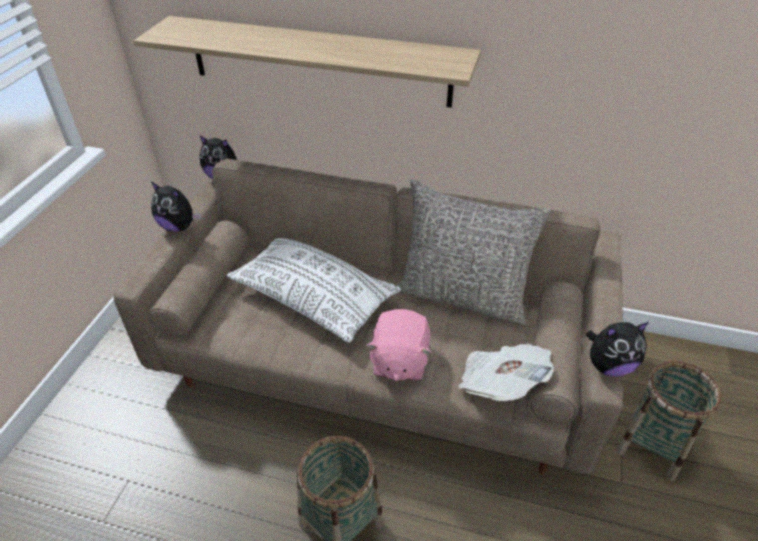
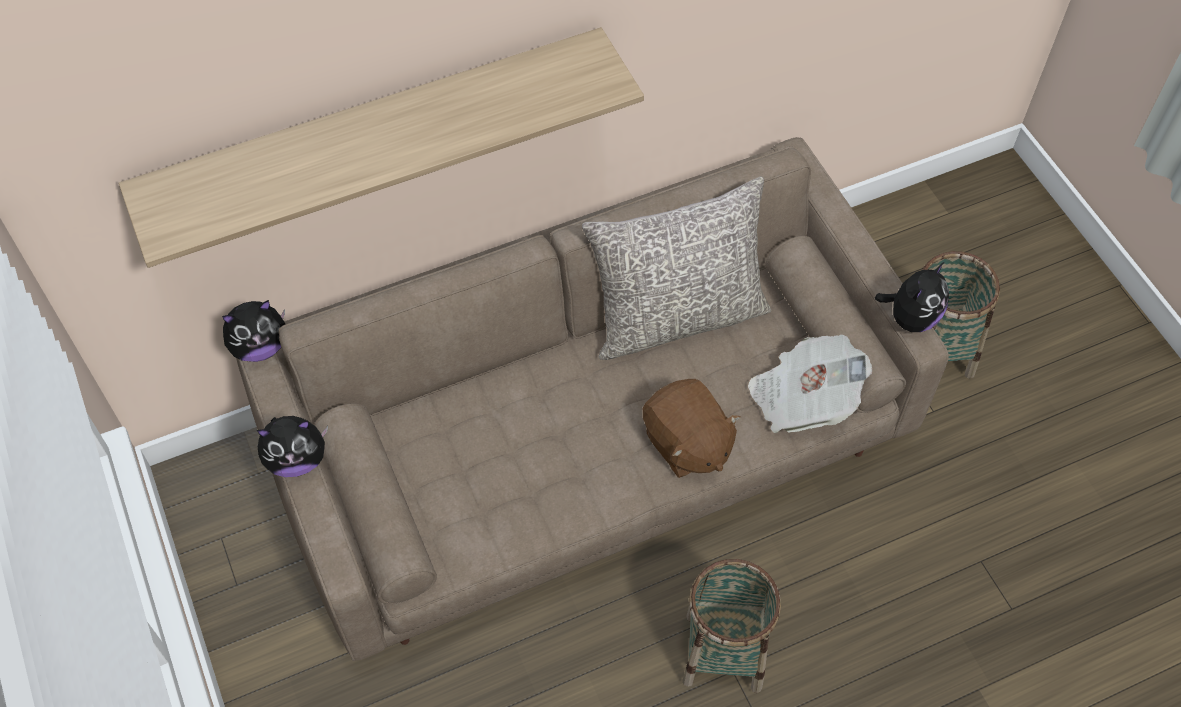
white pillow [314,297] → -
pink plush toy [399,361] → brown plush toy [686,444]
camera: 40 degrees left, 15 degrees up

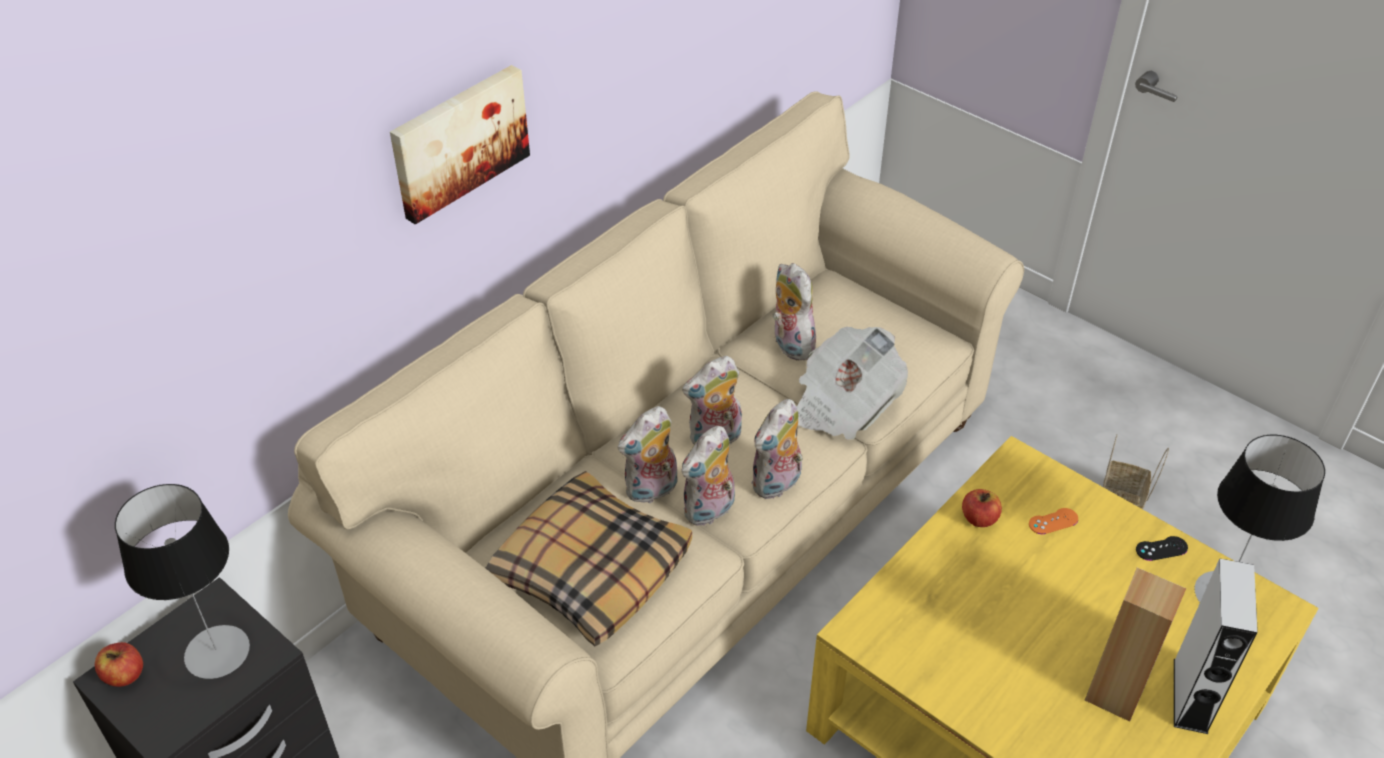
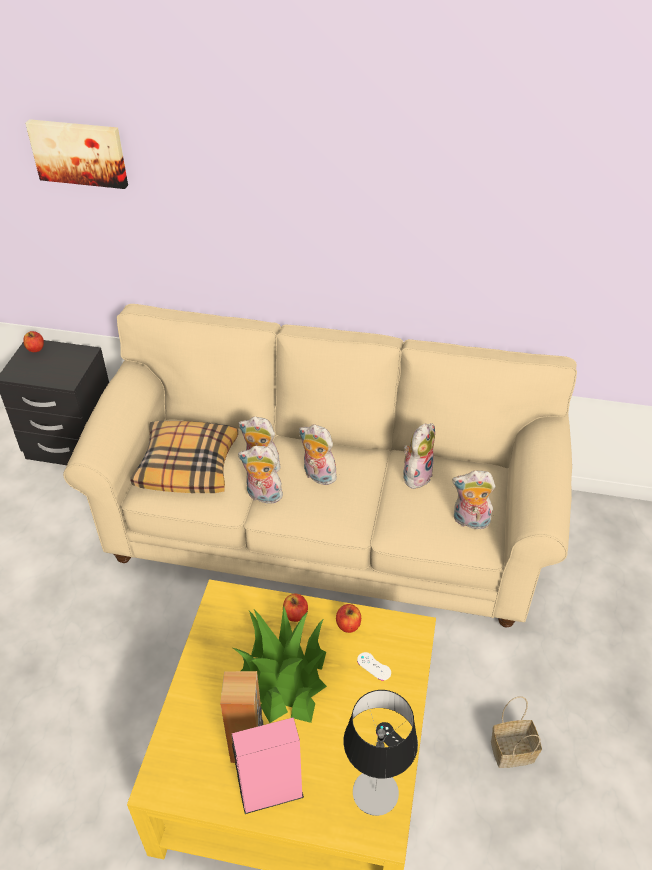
table lamp [217,652] → -
picture [458,141] → picture [79,152], move
plush toy [777,484] → plush toy [470,521], move
newspaper [843,404] → -
orange game controller [1053,521] → white game controller [374,666]
grey speaker [1190,695] → pink speaker [271,794]
- → potted plant [281,679]
- → apple [295,614]
camera: 60 degrees right, 0 degrees up

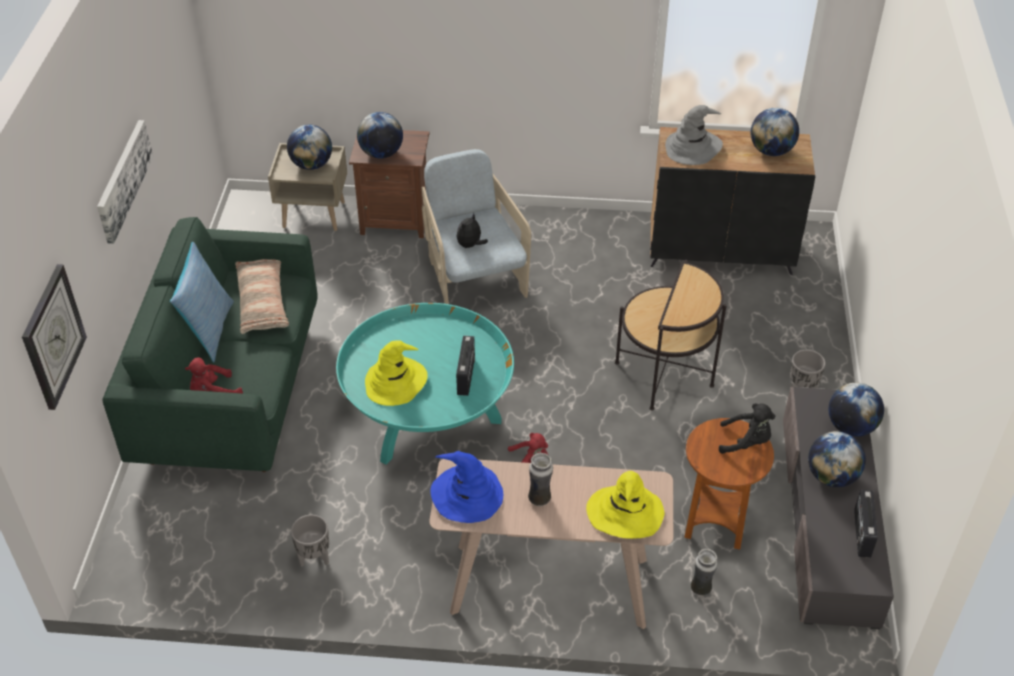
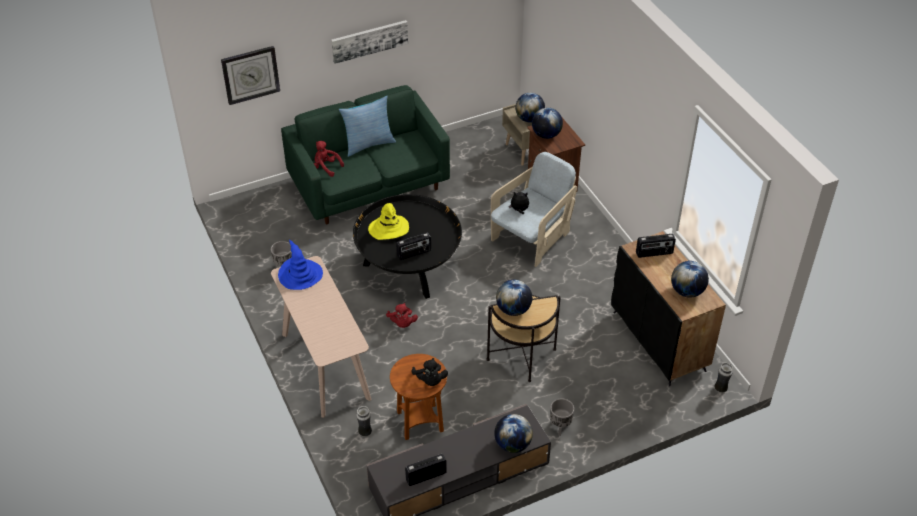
pillow [263,302] → -
turquoise coffee table [428,416] → black coffee table [409,267]
vase [540,499] → vase [720,389], move
yellow hat [625,513] → -
grey hat [692,148] → radio [654,253]
globe [831,476] → globe [513,310], move
camera: 60 degrees right, 0 degrees up

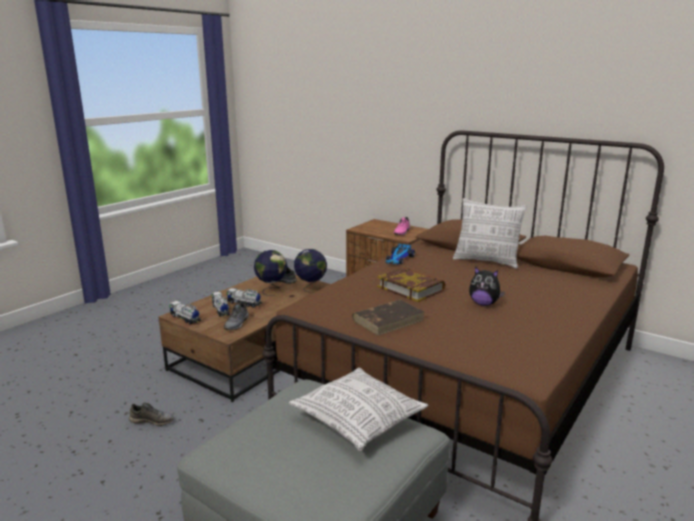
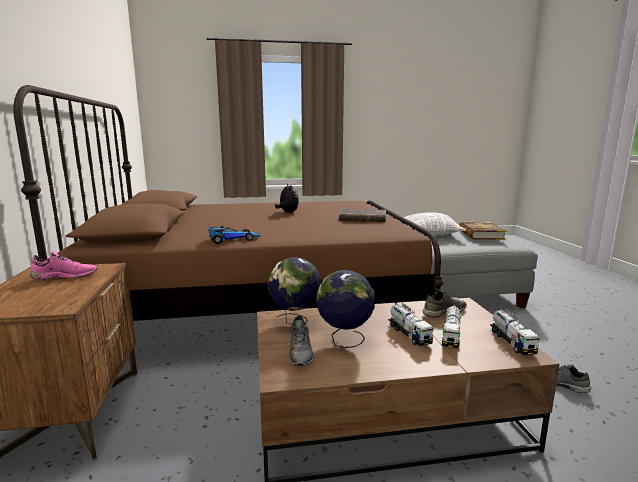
book [411,288] → book [480,234], move
pillow [486,261] → -
camera: 135 degrees left, 5 degrees down

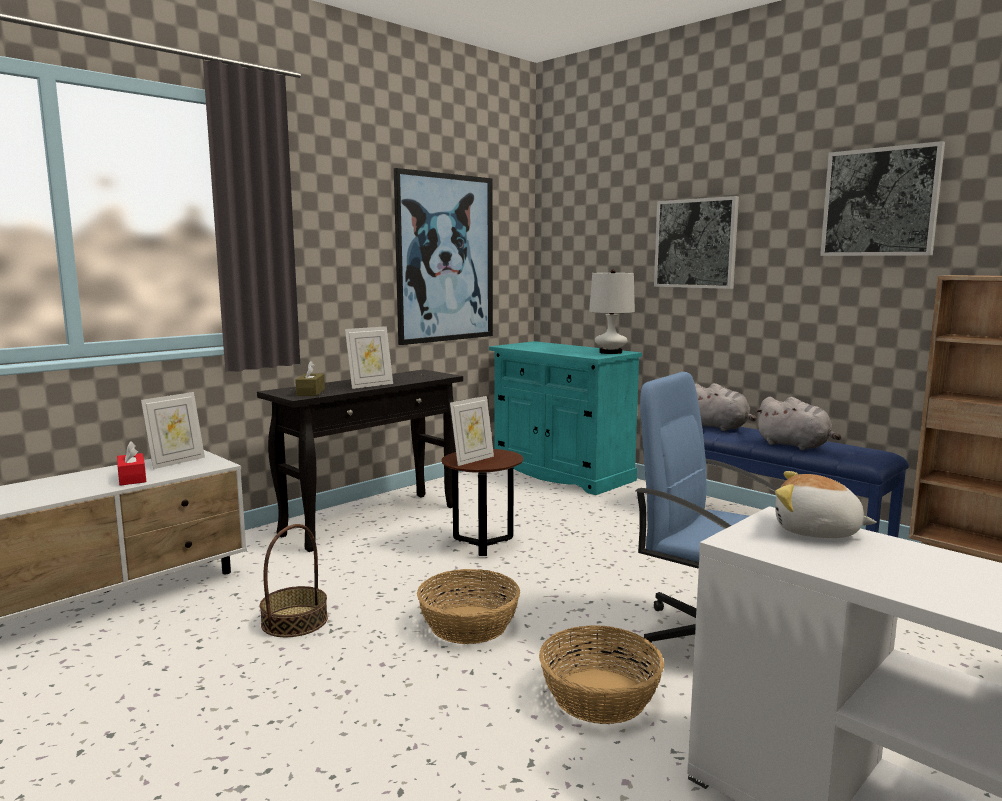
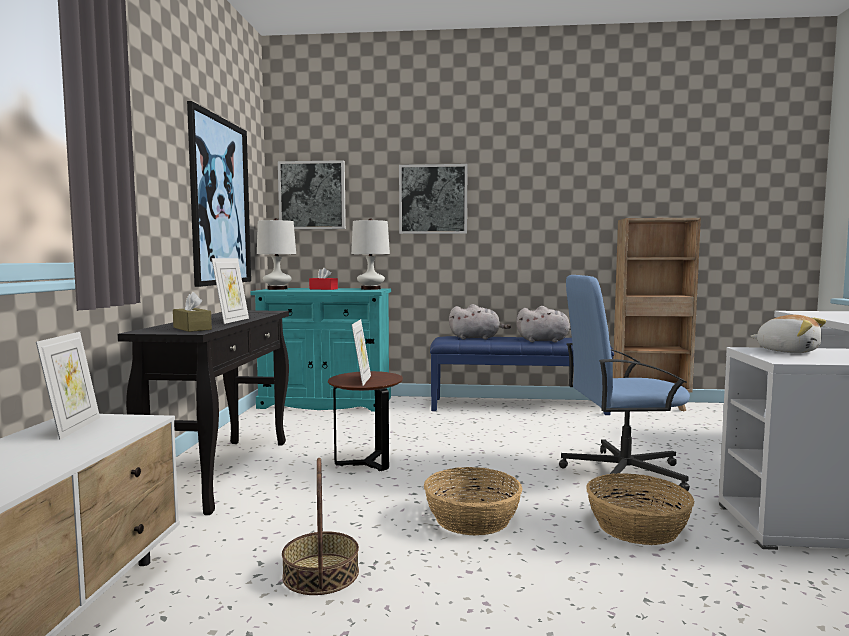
red tissue box [132,478] → red tissue box [323,289], move
plush toy [816,532] → plush toy [787,351], 120 degrees counterclockwise
picture [880,202] → picture [312,195], move
- → white table lamp [277,289]
camera: 40 degrees left, 5 degrees down

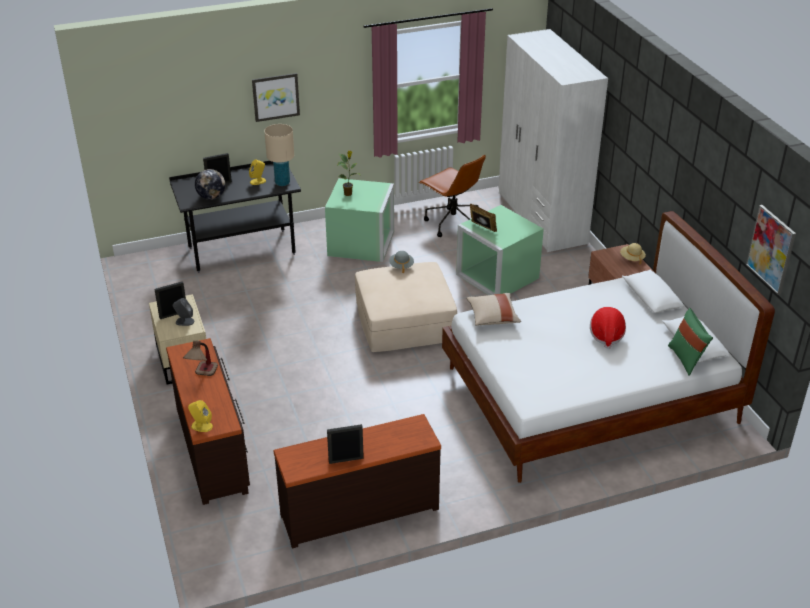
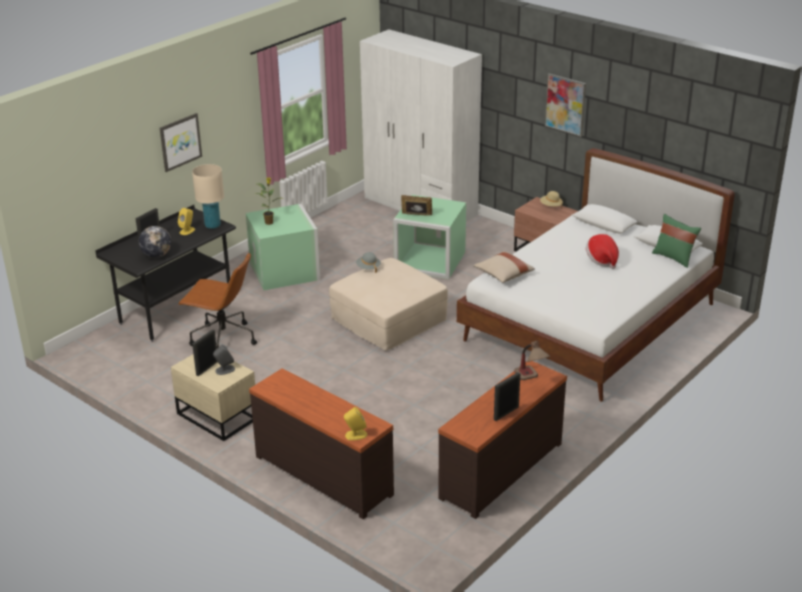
table lamp [203,377] → table lamp [531,380], move
brown office chair [452,223] → brown office chair [222,339], move
picture [771,249] → picture [565,104], move
camera: 30 degrees left, 5 degrees down

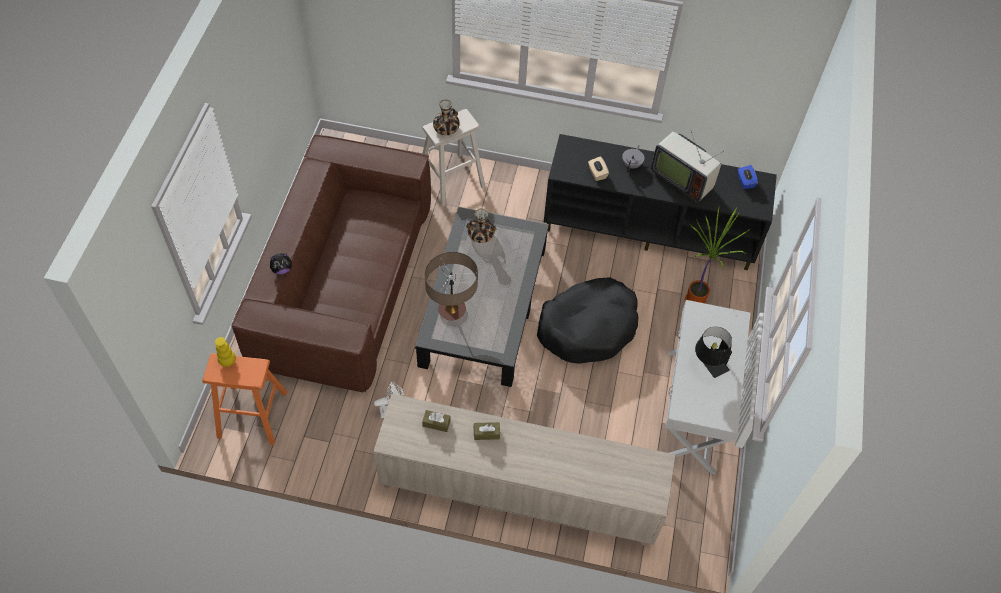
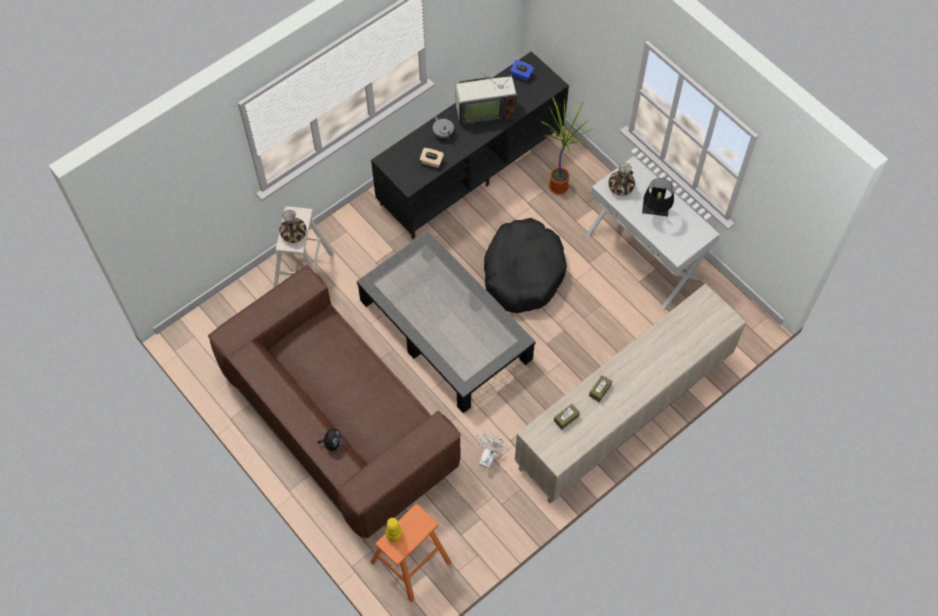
table lamp [452,310] → -
vase [481,235] → vase [621,187], move
camera: 50 degrees left, 5 degrees up

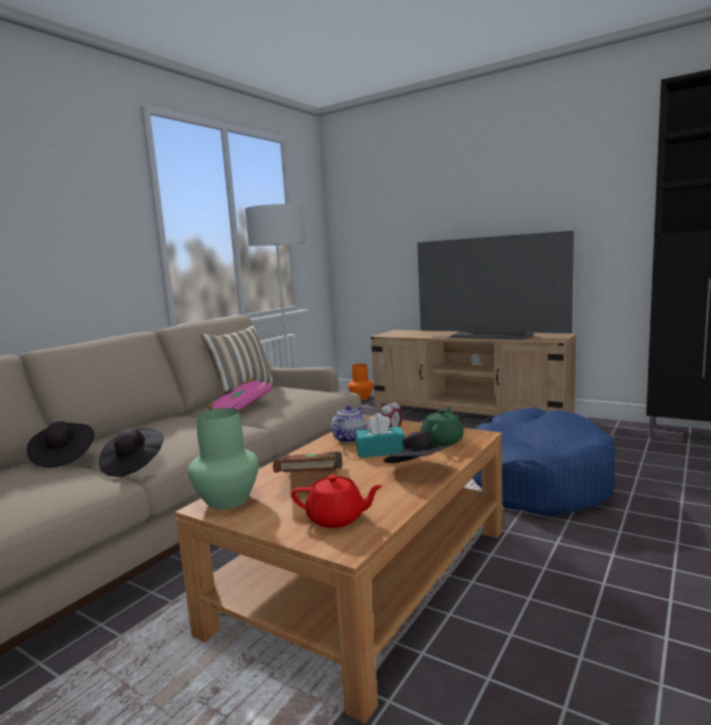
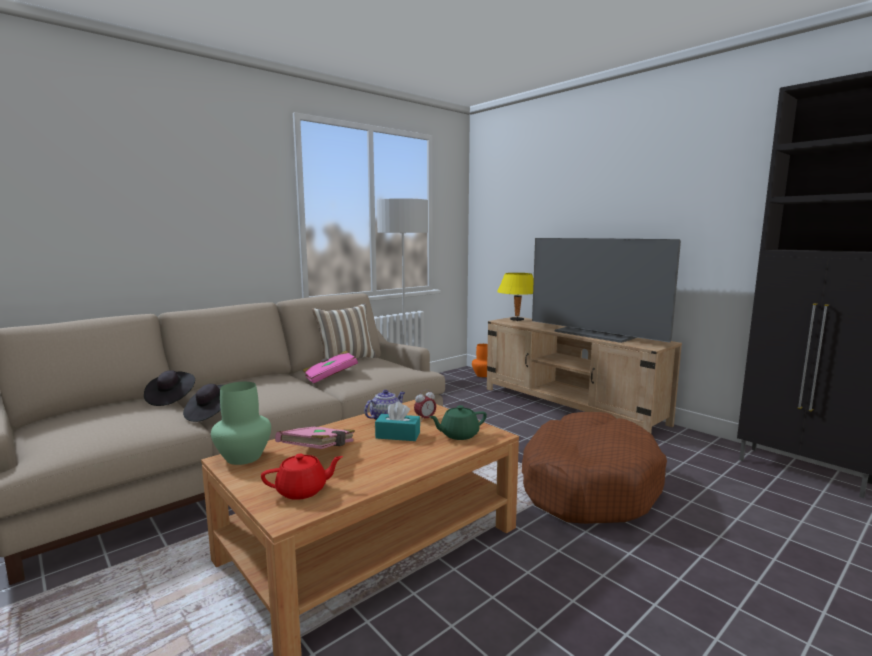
brown book [312,480] → pink book [319,452]
red teapot [337,519] → red teapot [303,491], 45 degrees counterclockwise
black hat [419,471] → -
green teapot [442,441] → green teapot [458,435], 150 degrees counterclockwise
blue dog bed [538,479] → brown dog bed [587,484]
- → yellow table lamp [517,320]
camera: 15 degrees right, 0 degrees up

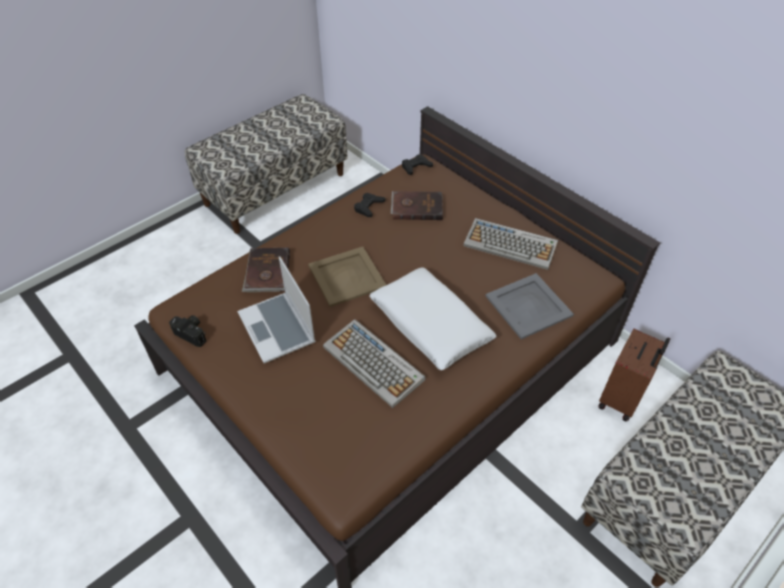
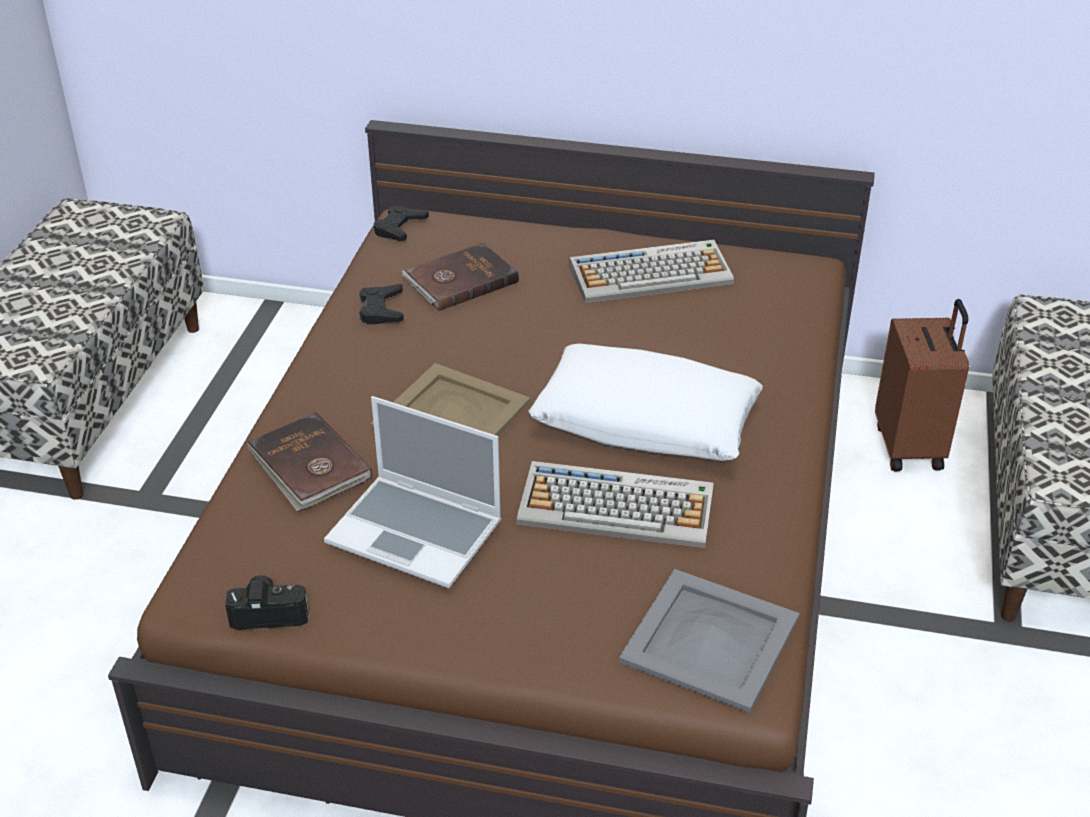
grey tray [527,305] → grey tray [708,640], move
camera: 35 degrees left, 10 degrees down

